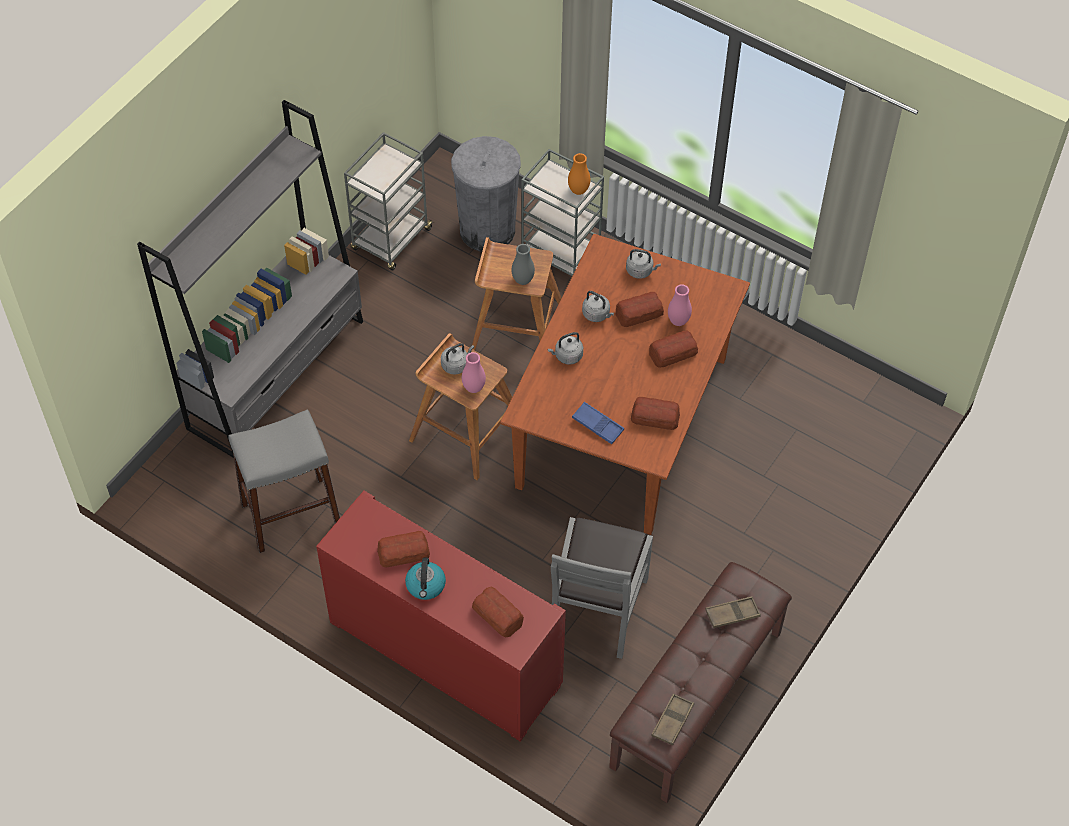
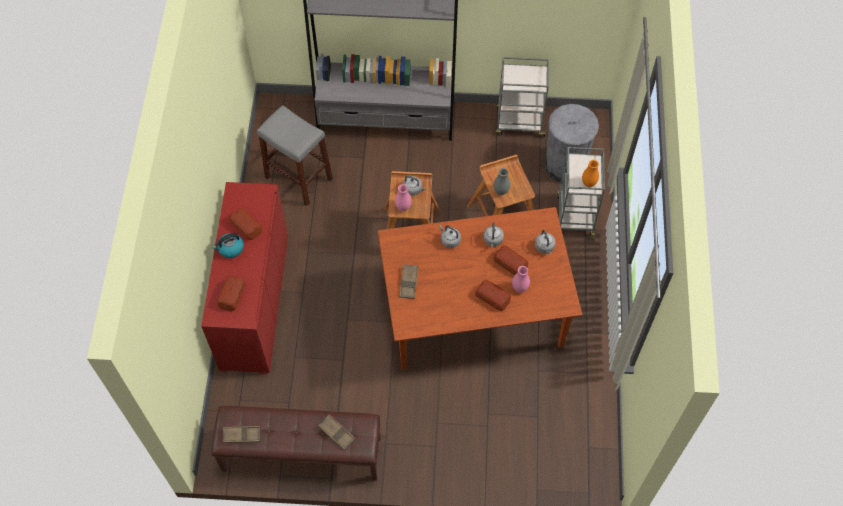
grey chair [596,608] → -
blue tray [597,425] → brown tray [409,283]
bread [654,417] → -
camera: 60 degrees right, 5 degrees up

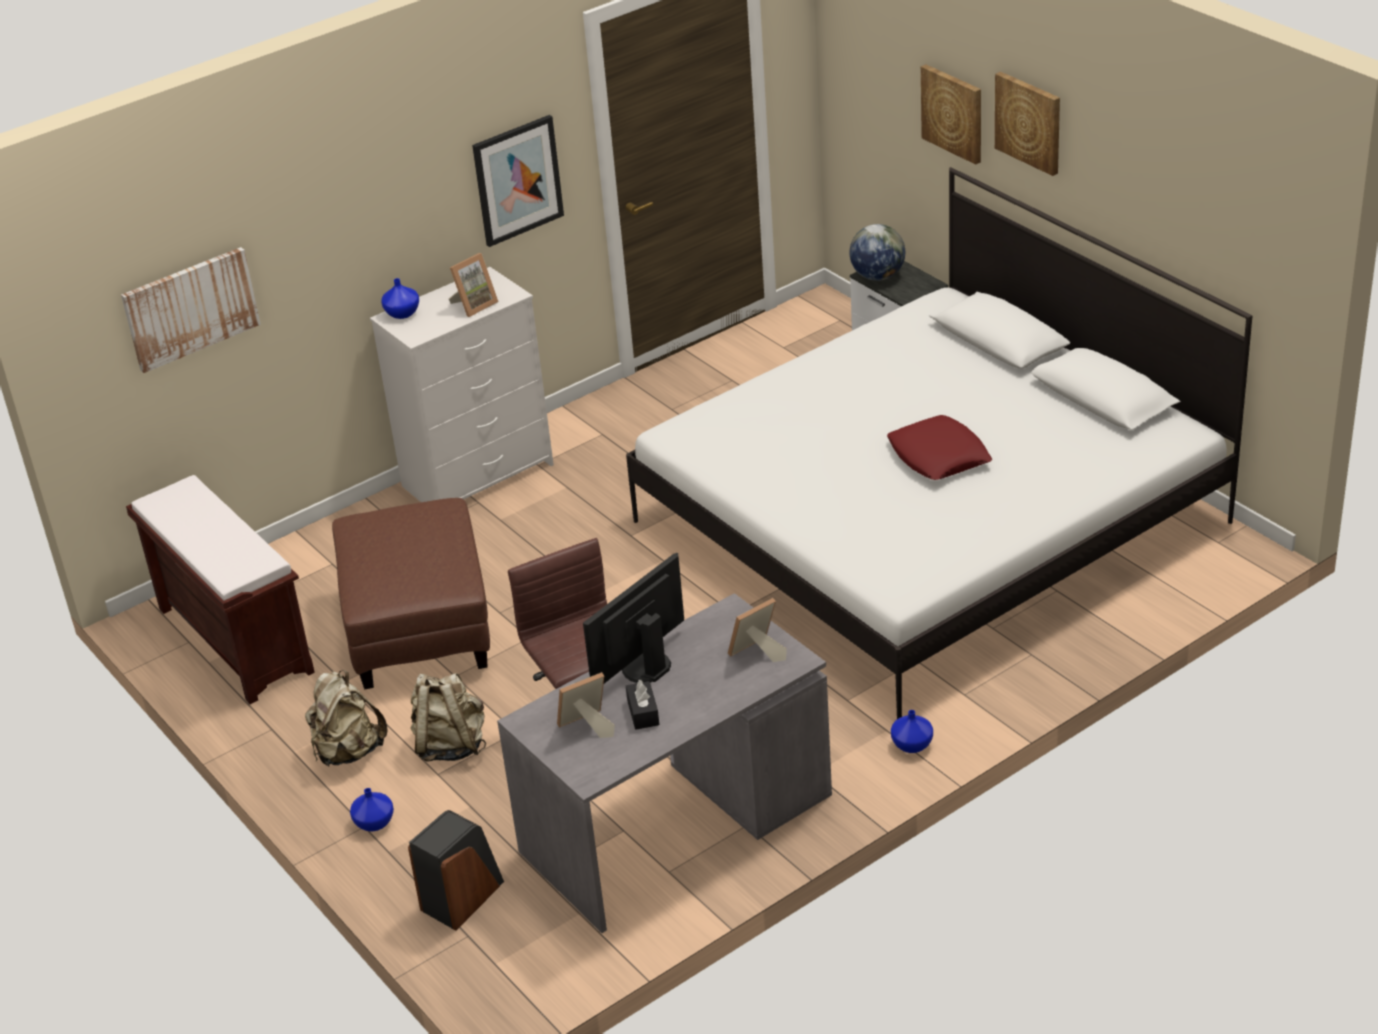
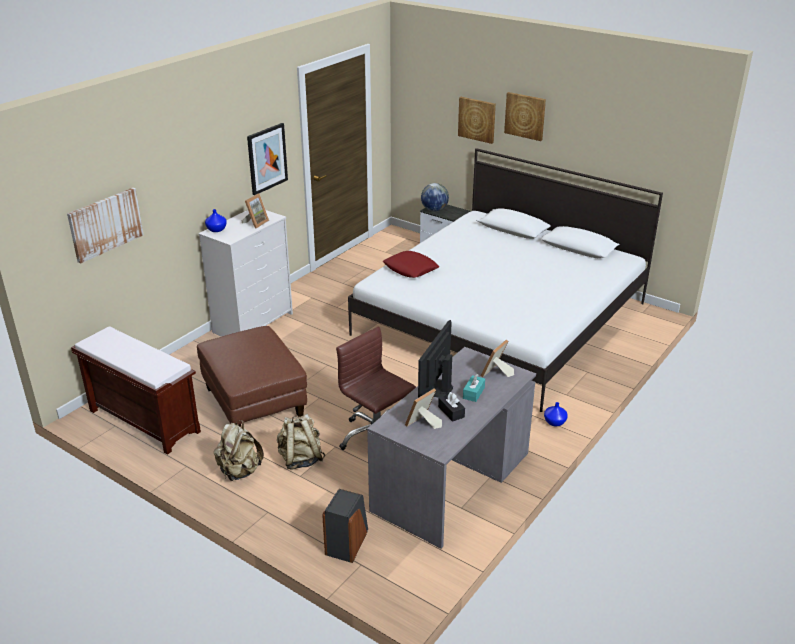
blue vase [373,822] → -
red pillow [939,456] → red pillow [410,269], move
- → turquoise tissue box [473,393]
camera: 20 degrees left, 5 degrees down

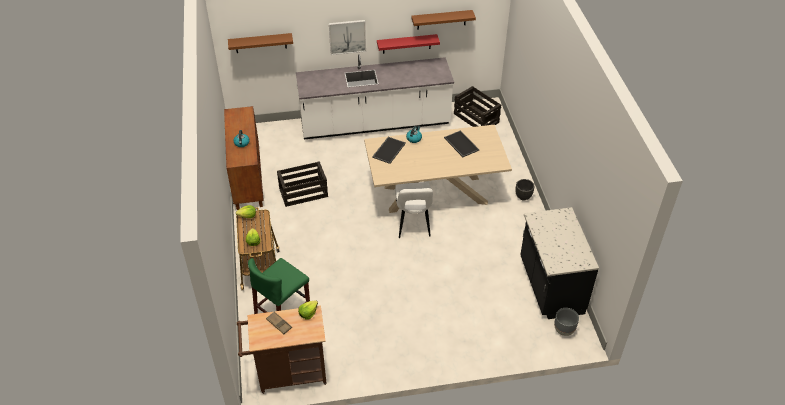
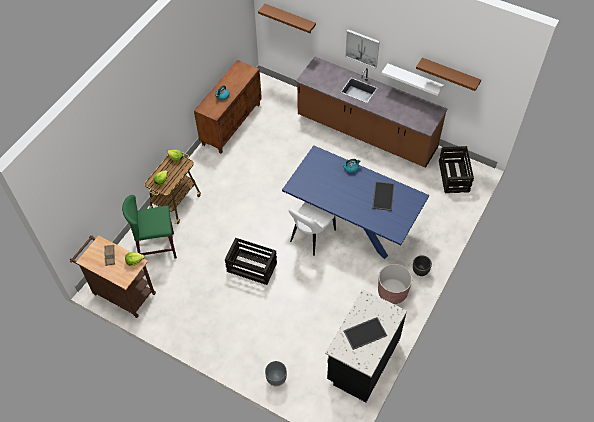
crate [303,193] → crate [251,267], move
white counter [375,124] → brown counter [366,133]
beige dining table [434,194] → blue dining table [352,223]
tray [388,150] → tray [365,332], move
red shelf [406,44] → white shelf [414,79]
grey planter [564,330] → grey planter [276,379], move
- → brown planter [392,292]
camera: 40 degrees right, 10 degrees up

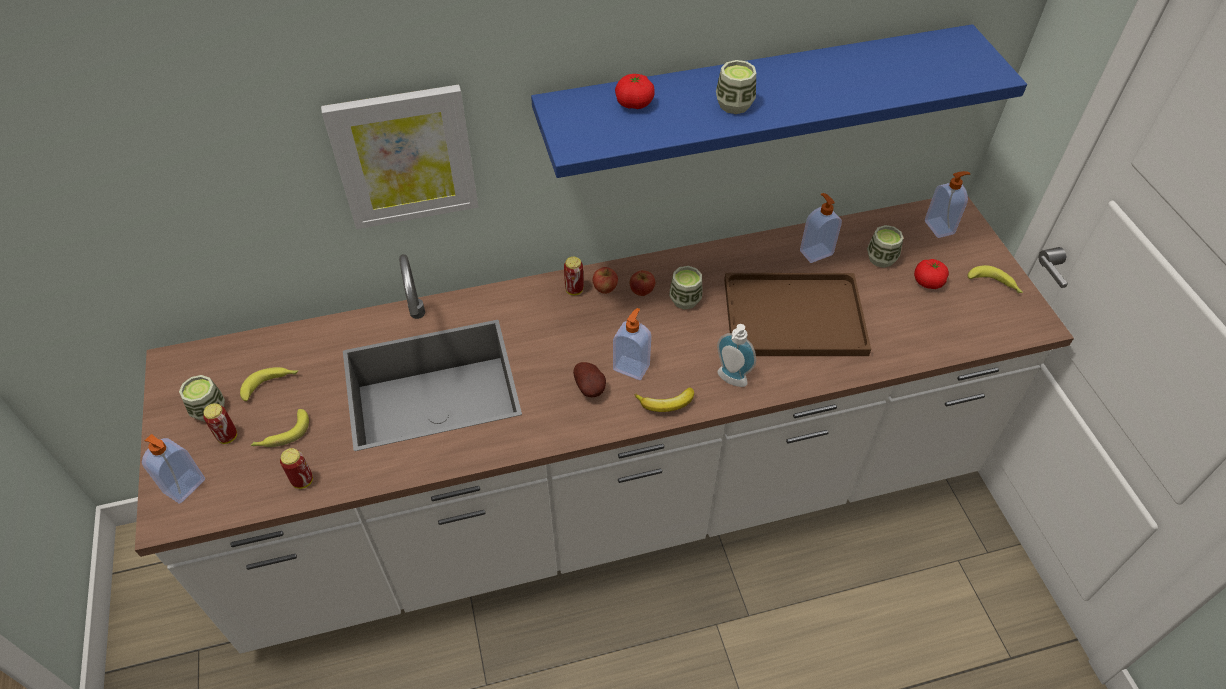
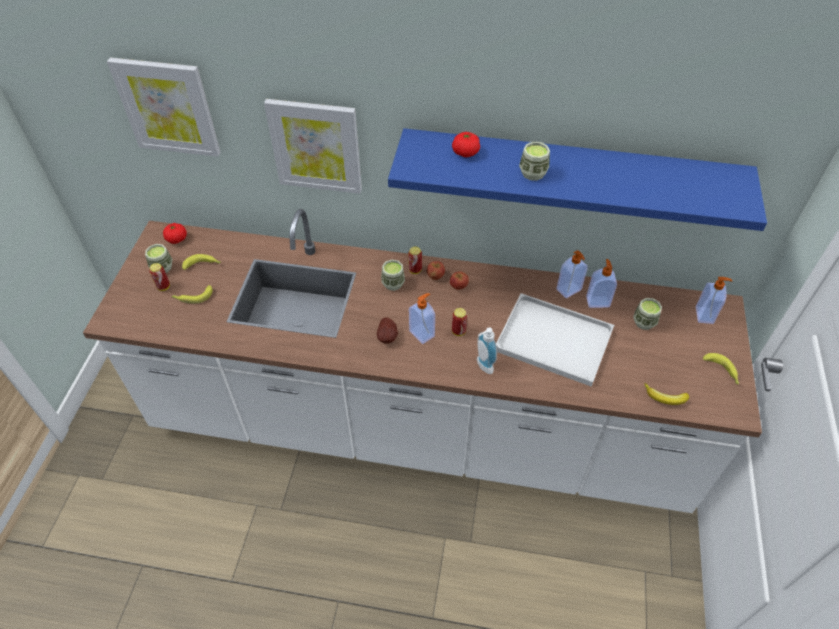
soap dispenser [186,487] → soap dispenser [569,290], move
can [302,481] → can [458,331], move
banana [666,404] → banana [665,398], move
cup [685,299] → cup [393,283], move
brown tray [796,315] → white tray [556,340]
tomato [928,282] → tomato [177,239], move
- → picture [168,107]
camera: 25 degrees right, 0 degrees up

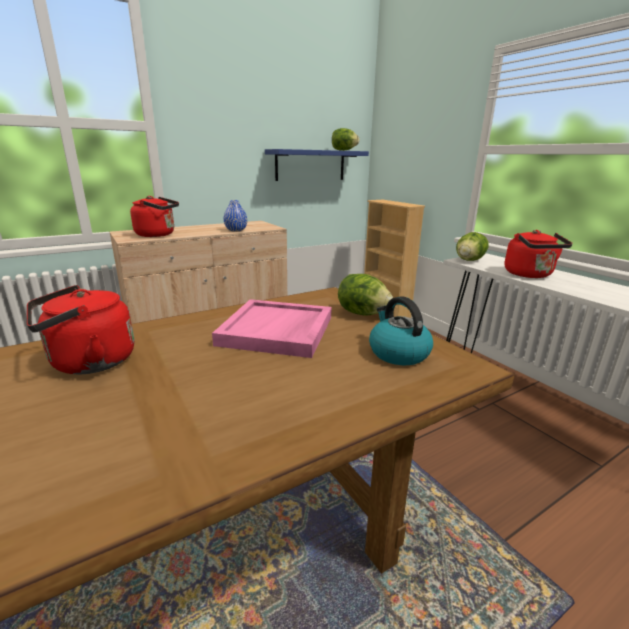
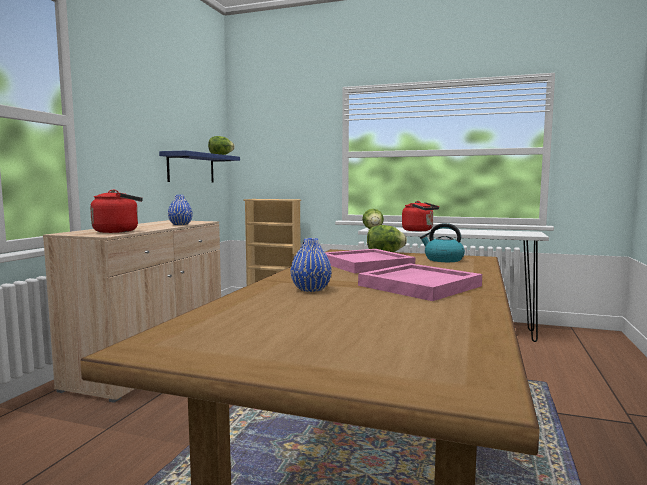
red kettle [88,363] → blue vase [311,289]
- → pink tray [419,285]
camera: 40 degrees left, 15 degrees down

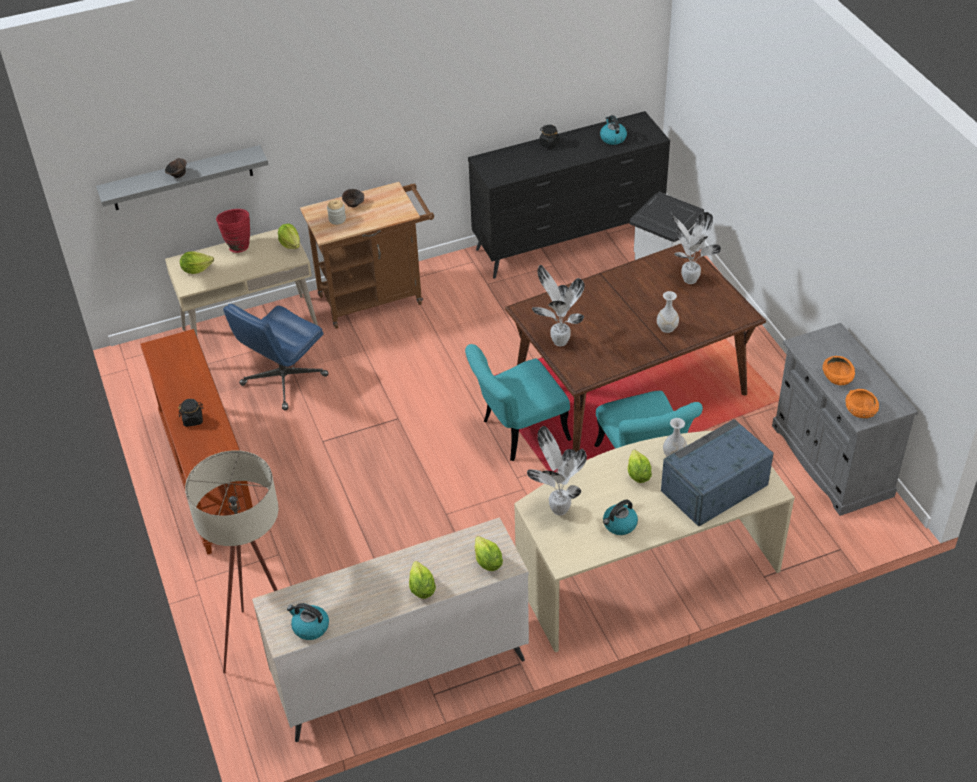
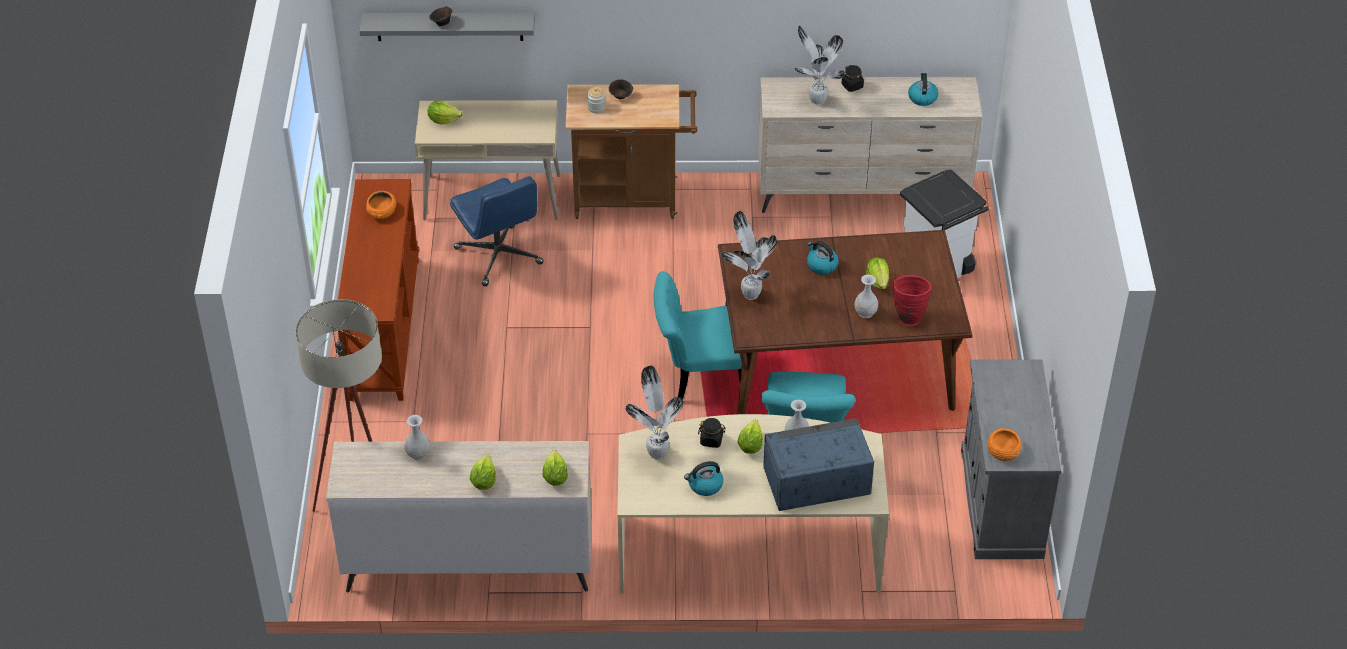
black jar [193,420] → black jar [711,440], move
red vase [237,246] → red vase [908,316], move
blue office chair [283,381] → blue office chair [499,256], 90 degrees counterclockwise
lettuce [290,244] → lettuce [877,281], move
kettle [310,627] → kettle [821,265], move
black dresser [569,240] → beige dresser [863,195]
potted plant [688,279] → potted plant [816,100], move
orange bowl [837,376] → orange bowl [382,211], move
- → white vase [418,454]
camera: 20 degrees right, 0 degrees up

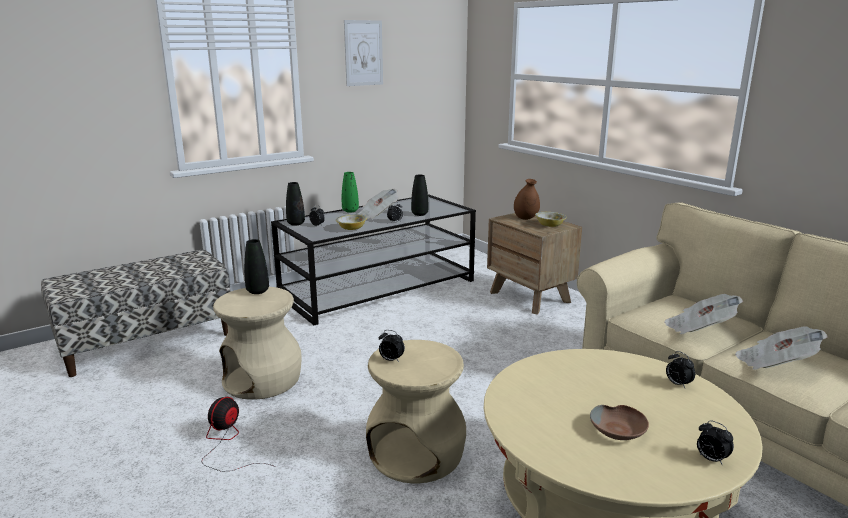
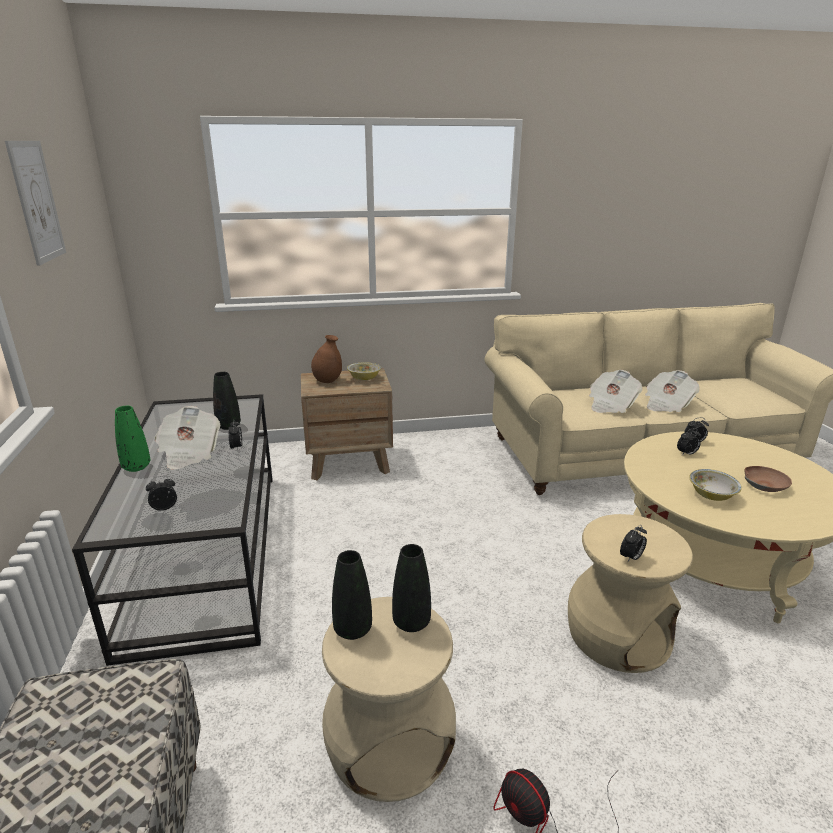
black vase [296,223] → black vase [411,622], move
bowl [352,228] → bowl [711,495], move
alarm clock [710,459] → alarm clock [687,454], move
camera: 65 degrees left, 5 degrees up

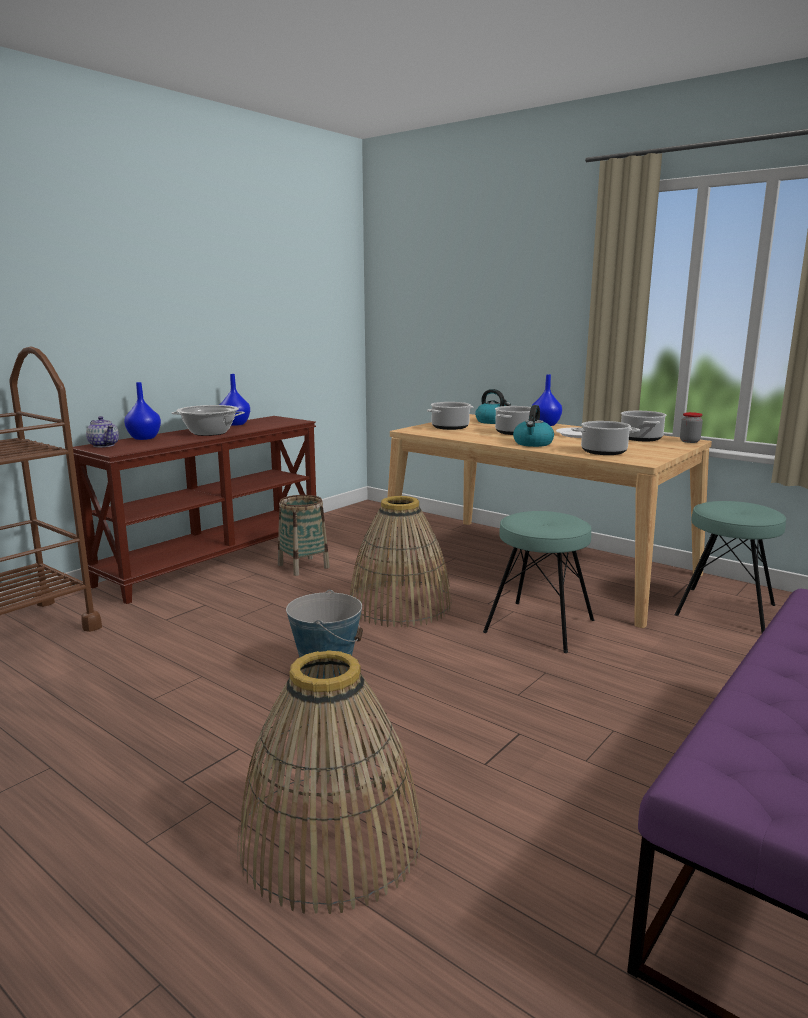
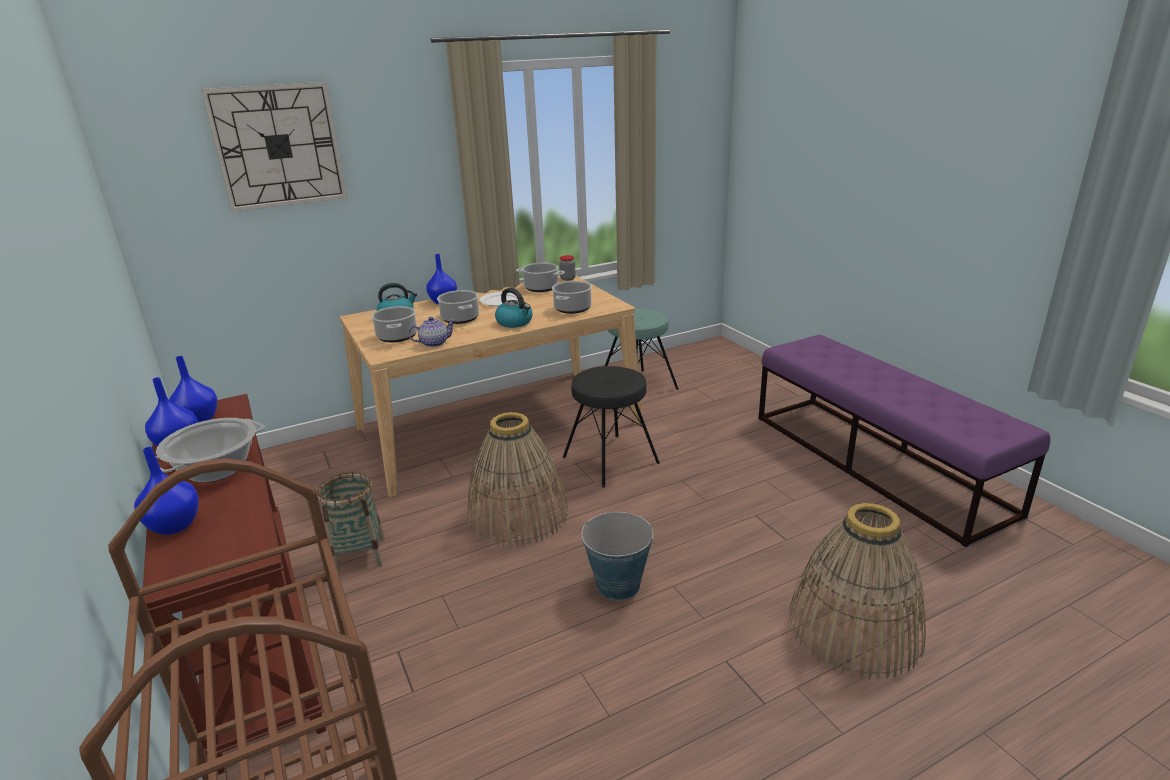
teapot [104,445] → teapot [434,343], move
turquoise stool [539,626] → black stool [610,460]
- → blue vase [198,420]
- → wall clock [278,146]
camera: 65 degrees left, 10 degrees up

